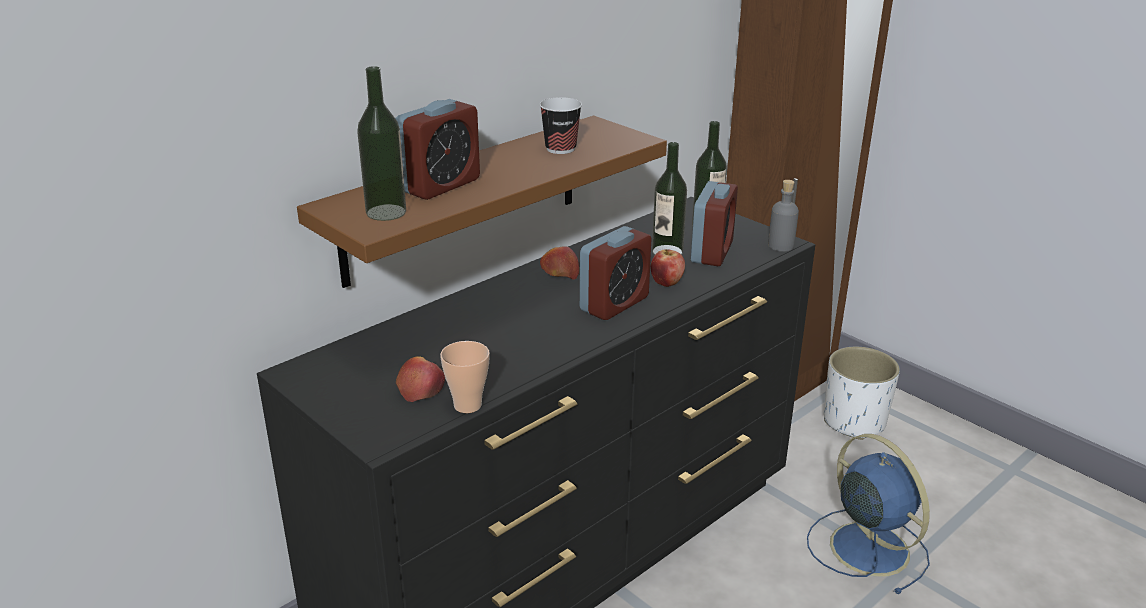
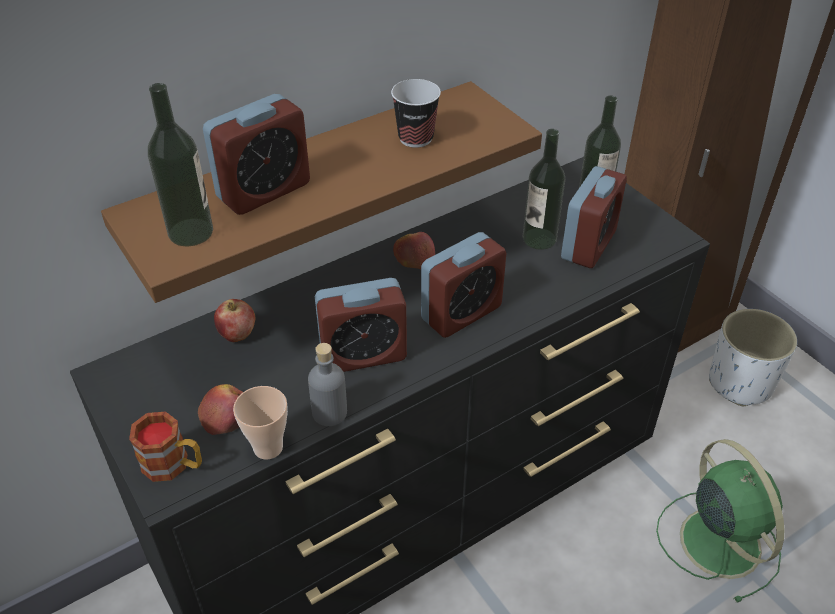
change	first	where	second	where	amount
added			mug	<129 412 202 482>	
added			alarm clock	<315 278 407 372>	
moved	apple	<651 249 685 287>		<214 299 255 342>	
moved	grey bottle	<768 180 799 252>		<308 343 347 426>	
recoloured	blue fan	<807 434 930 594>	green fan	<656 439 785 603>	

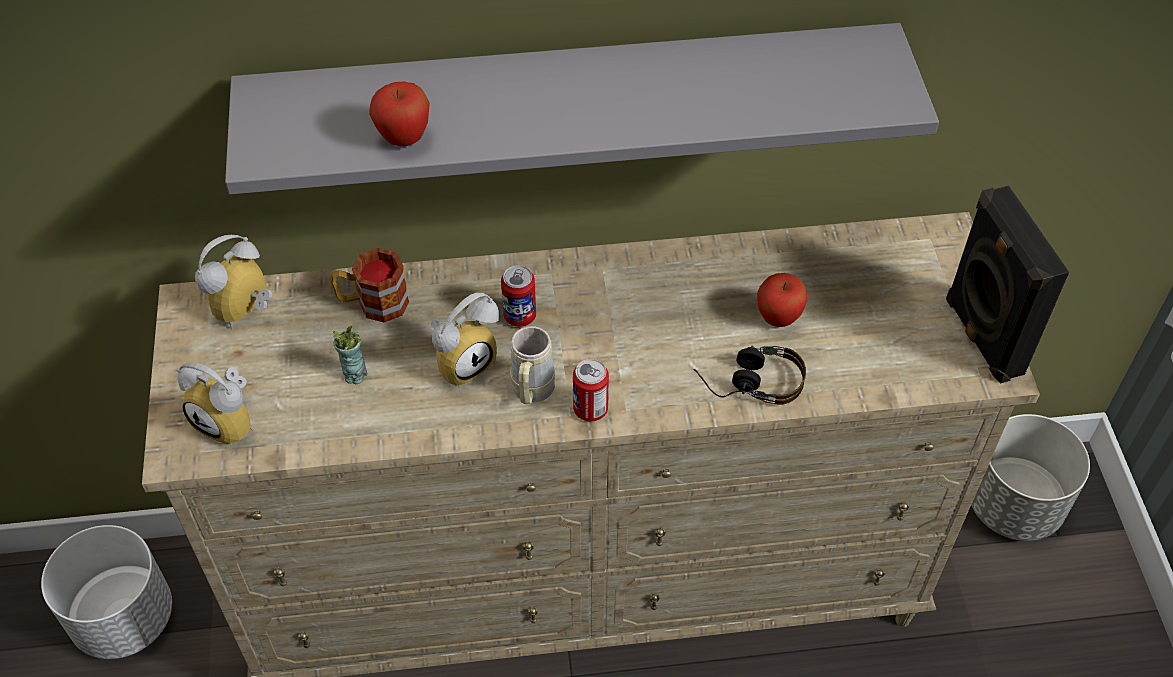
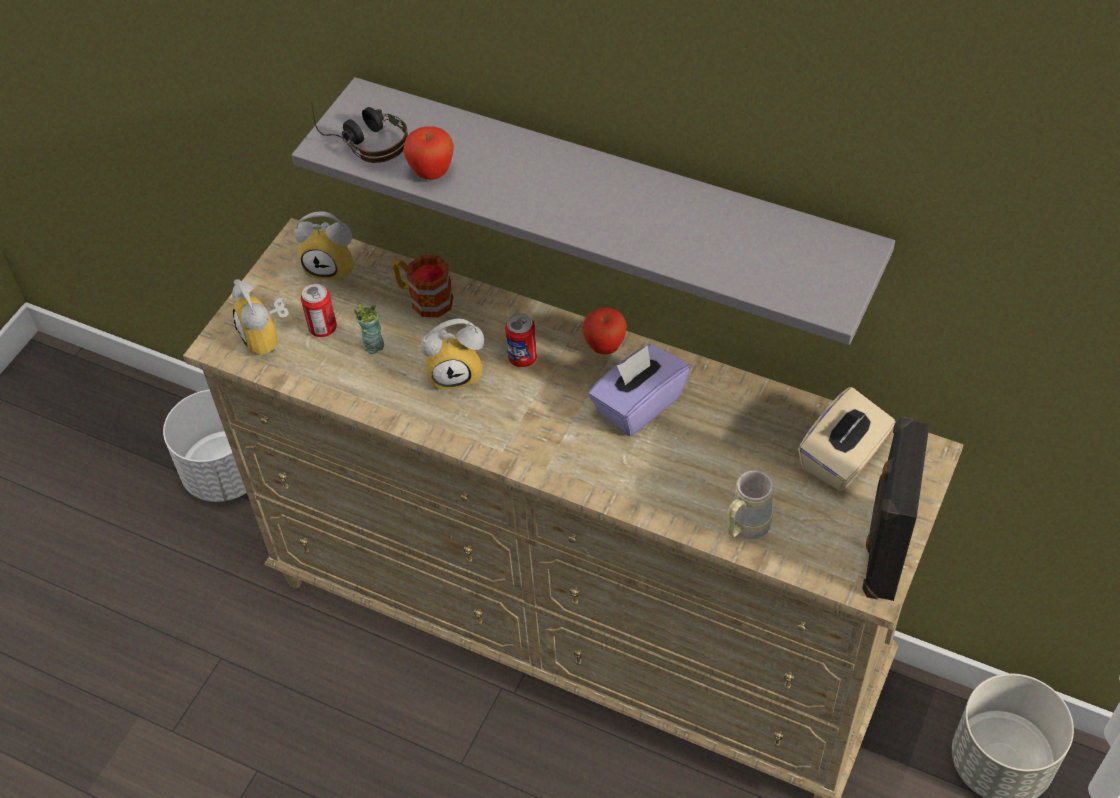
change	first	where	second	where	amount
added			purple tissue box	<588 344 690 436>	
added			beige tissue box	<798 387 895 491>	
moved	beige mug	<510 326 555 404>		<726 470 774 539>	
moved	can	<573 359 609 421>		<301 284 337 337>	
moved	headphones	<694 346 806 405>		<311 102 408 163>	
moved	apple	<757 273 807 327>		<582 307 627 354>	
turned	alarm clock	<195 235 272 330>		<294 211 354 281>	150 degrees counterclockwise

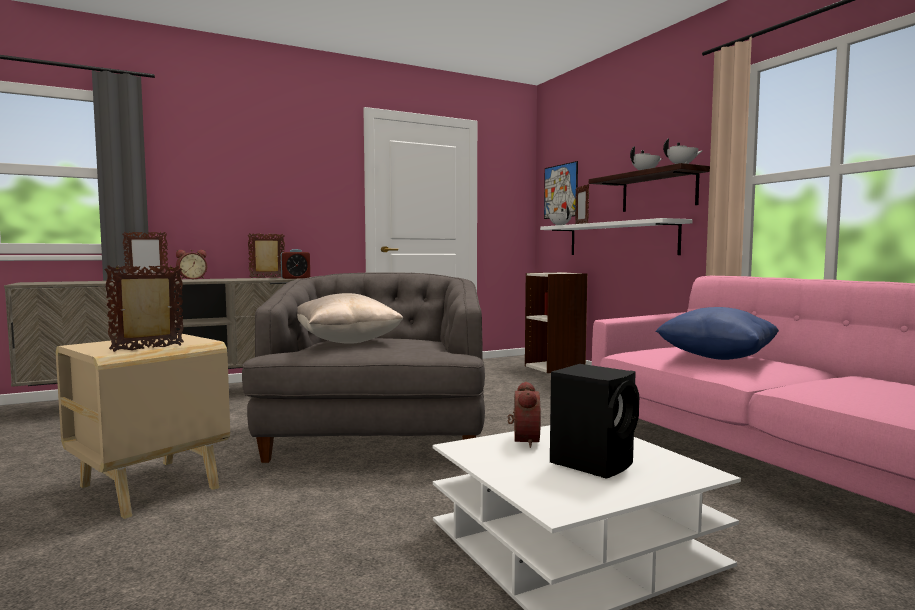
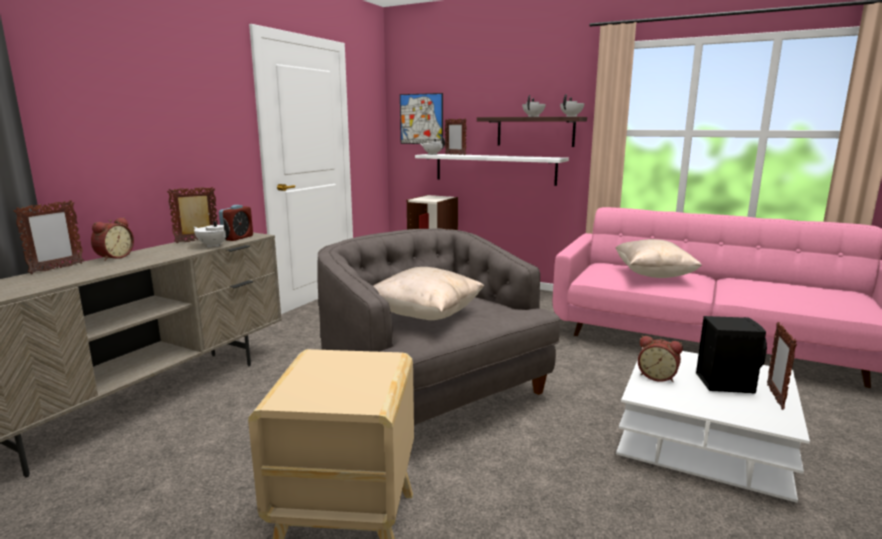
change	first	where	second	where	amount
added			white teapot	<194 218 230 247>	
moved	picture frame	<104 265 184 352>		<767 322 797 410>	
recoloured	blue pillow	<655 307 779 360>	beige pillow	<615 239 702 278>	
turned	alarm clock	<508 381 541 448>		<638 336 683 382>	150 degrees clockwise

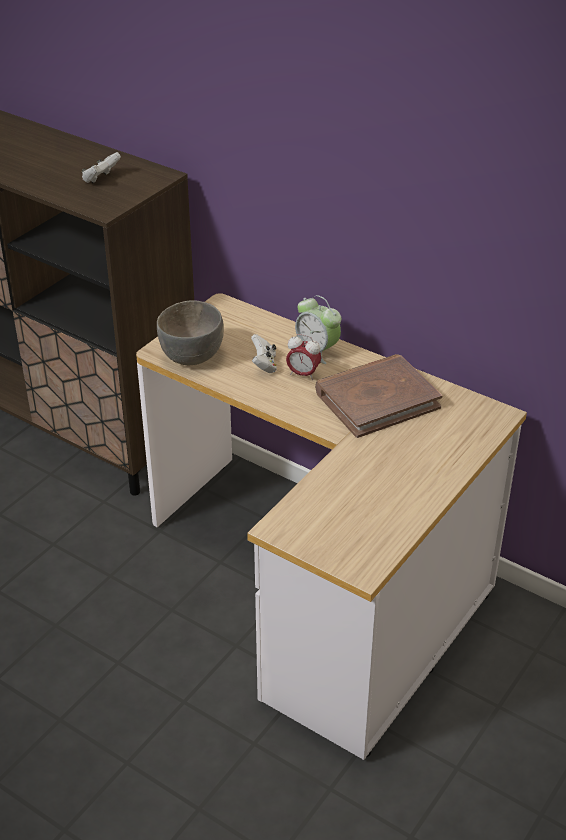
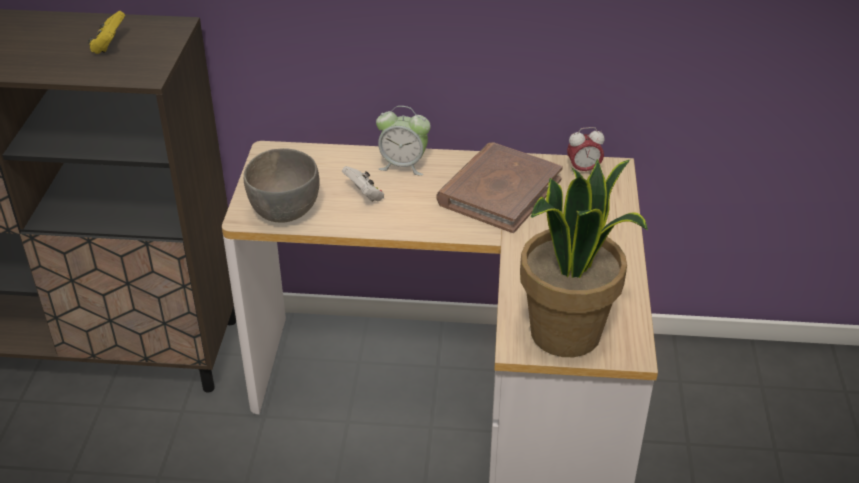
change	first	where	second	where	amount
added			potted plant	<520 159 648 357>	
moved	alarm clock	<286 334 321 380>		<567 127 604 174>	
recoloured	white game controller	<81 152 121 183>	yellow game controller	<88 11 125 54>	

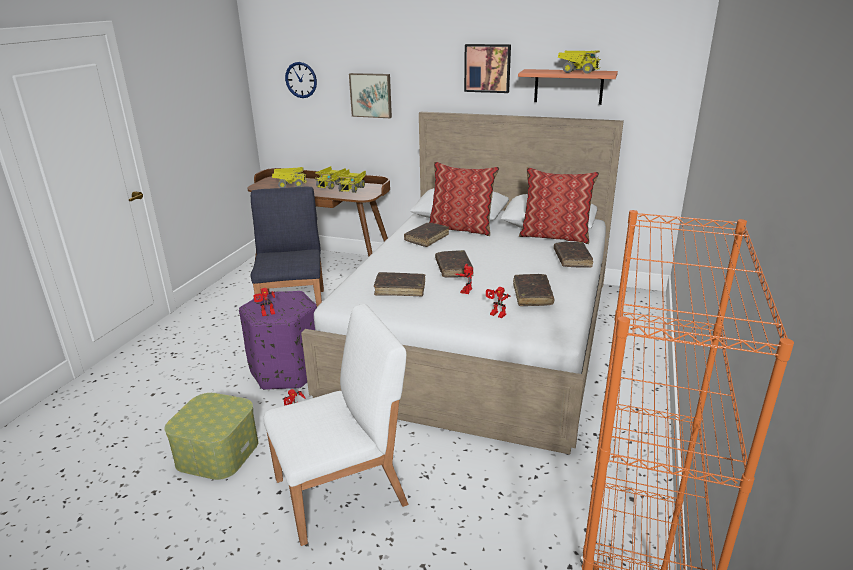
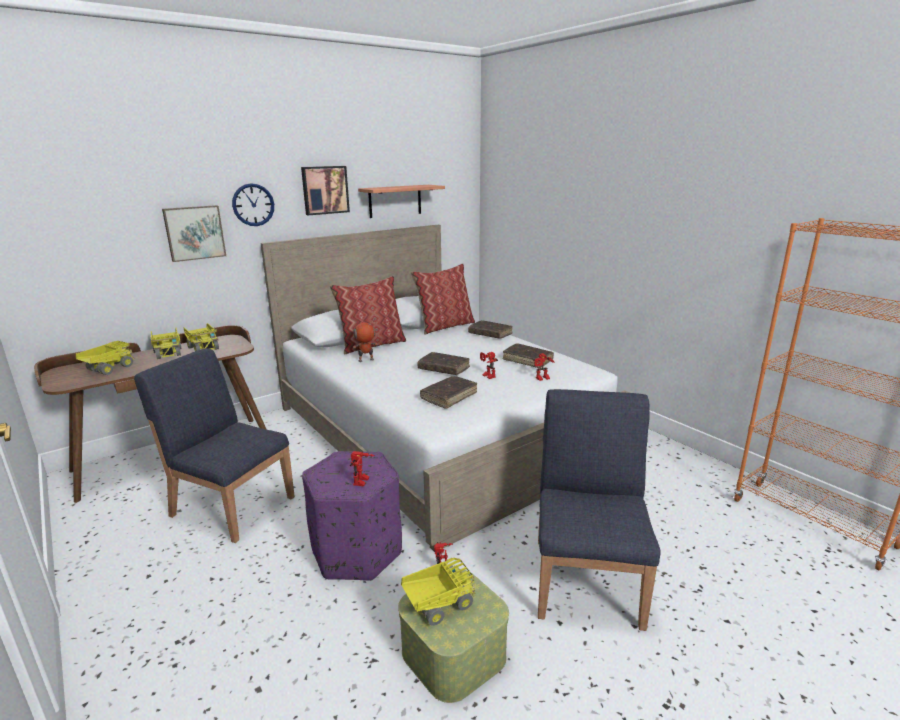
change	first	where	second	where	amount
moved	wall clock	<285 62 317 98>		<232 183 274 226>	
moved	toy truck	<558 50 601 74>		<401 558 475 626>	
replaced	brown book	<404 223 449 247>	toy robot	<353 320 378 362>	
recoloured	white chair	<264 304 408 546>	blue chair	<538 389 661 631>	

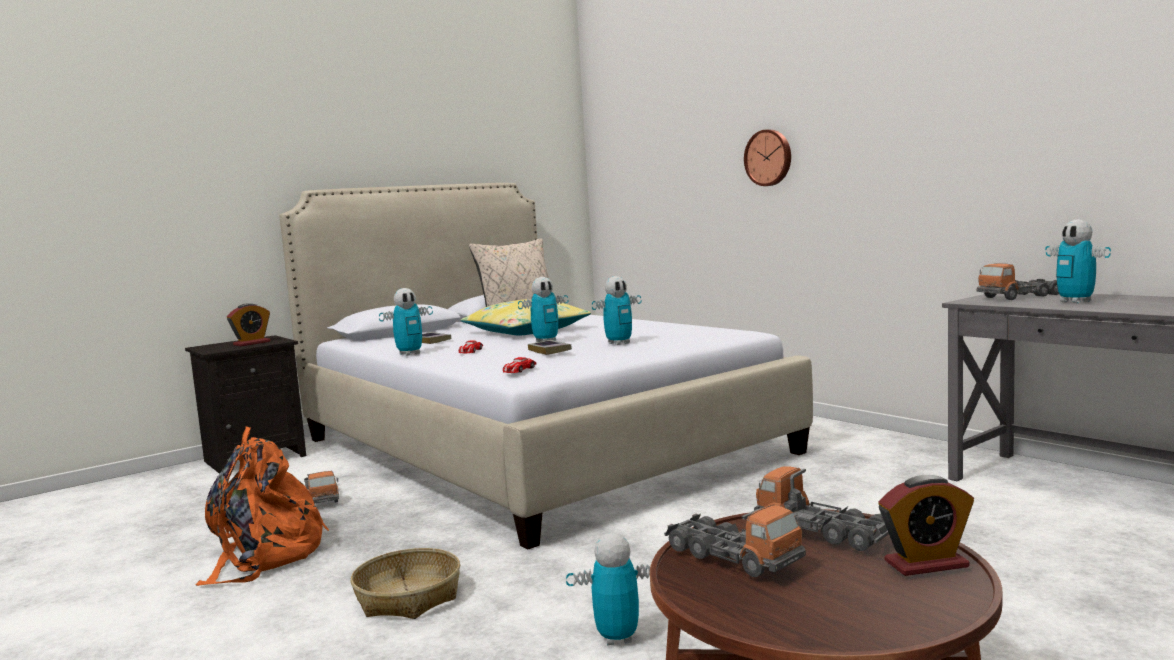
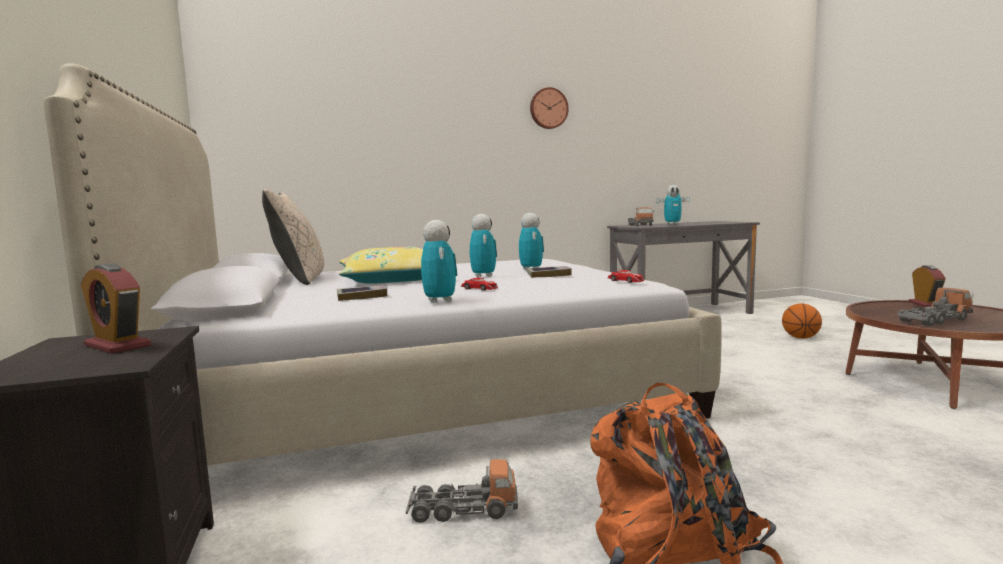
change	first	where	second	where	amount
removed	basket	<351 548 460 619>			
removed	toy robot	<566 533 650 645>			
removed	toy truck	<754 466 889 551>			
added			basketball	<782 303 822 339>	
moved	wall clock	<744 130 791 186>		<530 87 569 129>	
turned	alarm clock	<227 303 270 346>		<81 263 151 354>	150 degrees clockwise

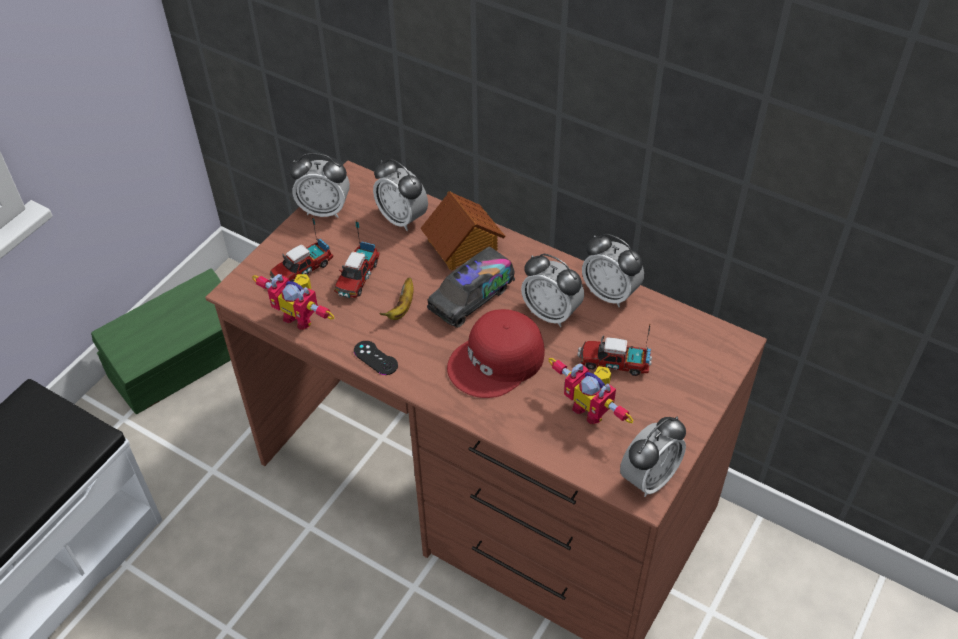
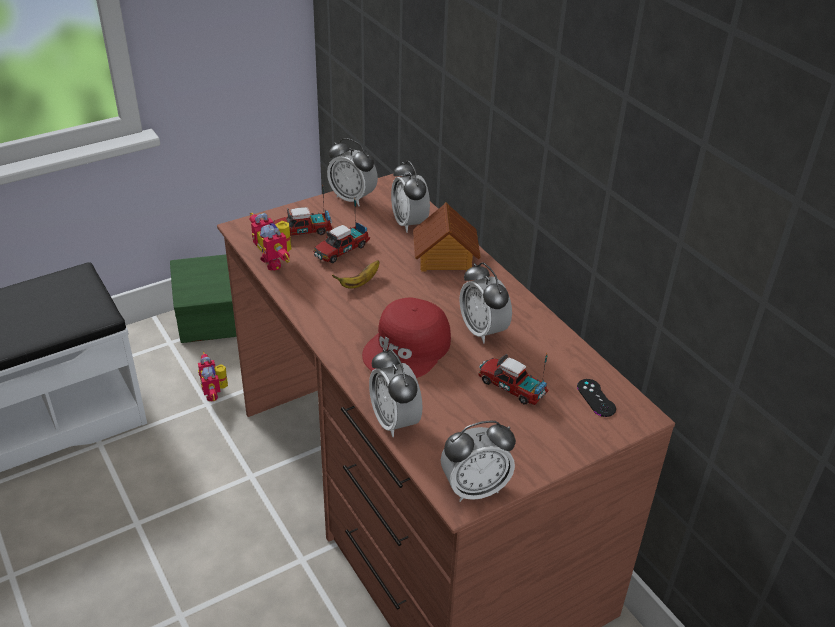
change	first	where	second	where	amount
removed	toy truck	<427 247 515 328>			
moved	black game controller	<354 341 398 375>		<577 379 616 417>	
moved	toy robot	<548 358 634 424>		<198 352 228 401>	
moved	alarm clock	<582 234 644 307>		<369 349 423 437>	
turned	red cap	<447 309 545 398>		<362 297 451 378>	45 degrees counterclockwise

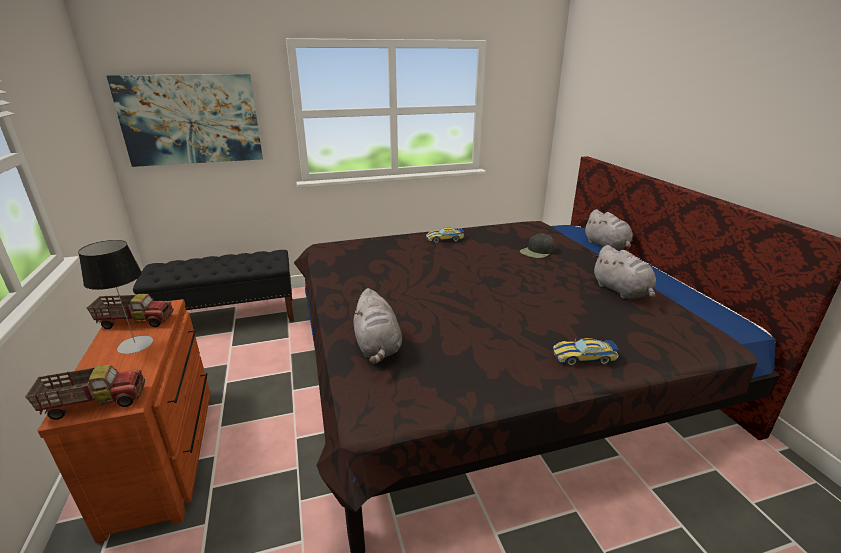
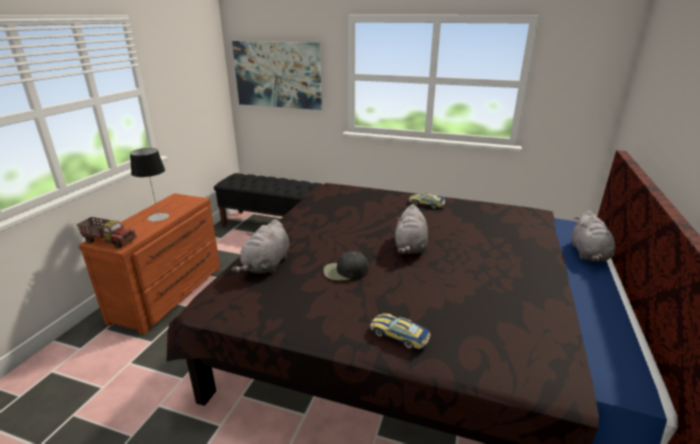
change	first	where	second	where	amount
removed	toy truck	<87 294 174 329>			
moved	black cap	<520 234 555 258>		<323 251 369 280>	
moved	grey plush toy	<593 245 656 299>		<395 204 428 254>	

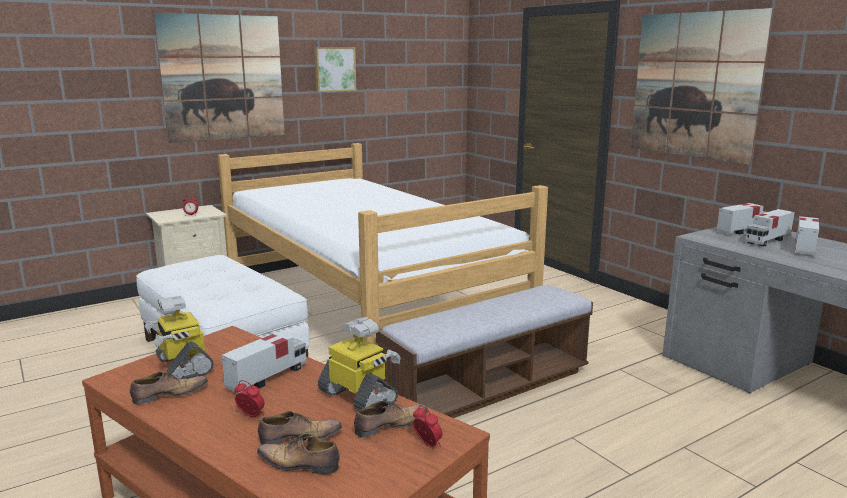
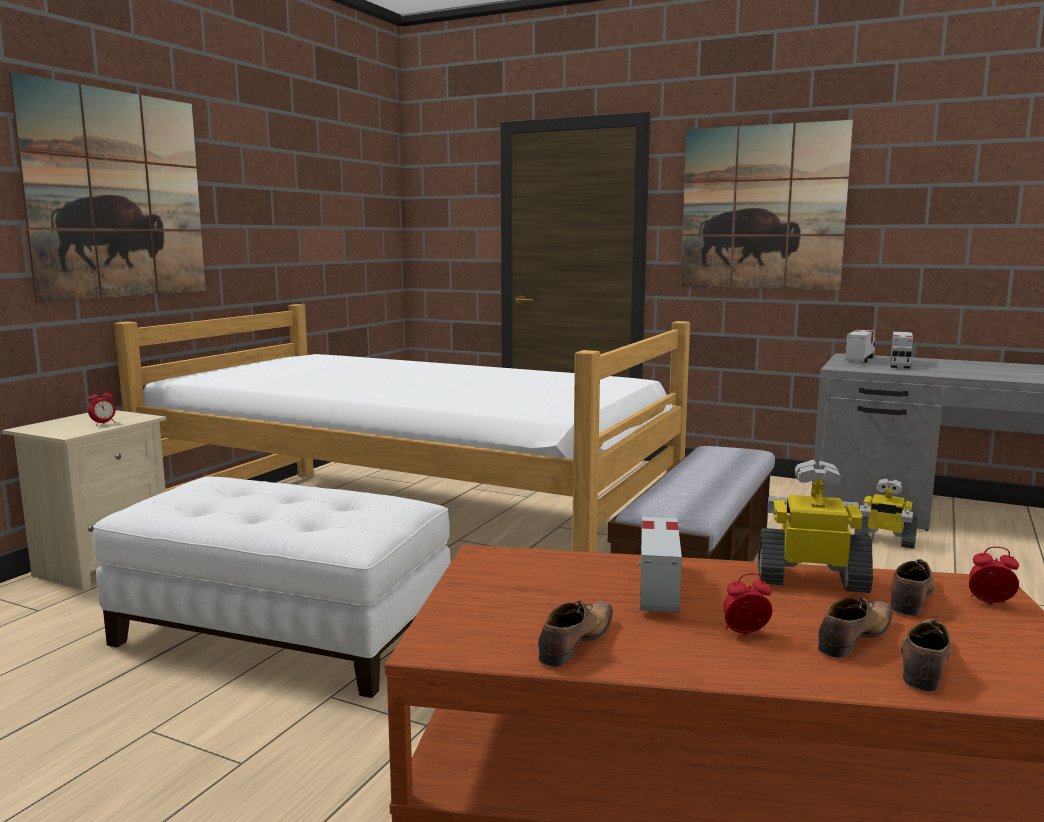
change	first	where	second	where	amount
removed	picture	<314 47 356 92>			
removed	toy truck	<795 216 819 255>			
moved	toy robot	<144 296 213 379>		<854 478 918 549>	
turned	shoe	<257 433 340 475>		<901 619 950 691>	135 degrees clockwise

